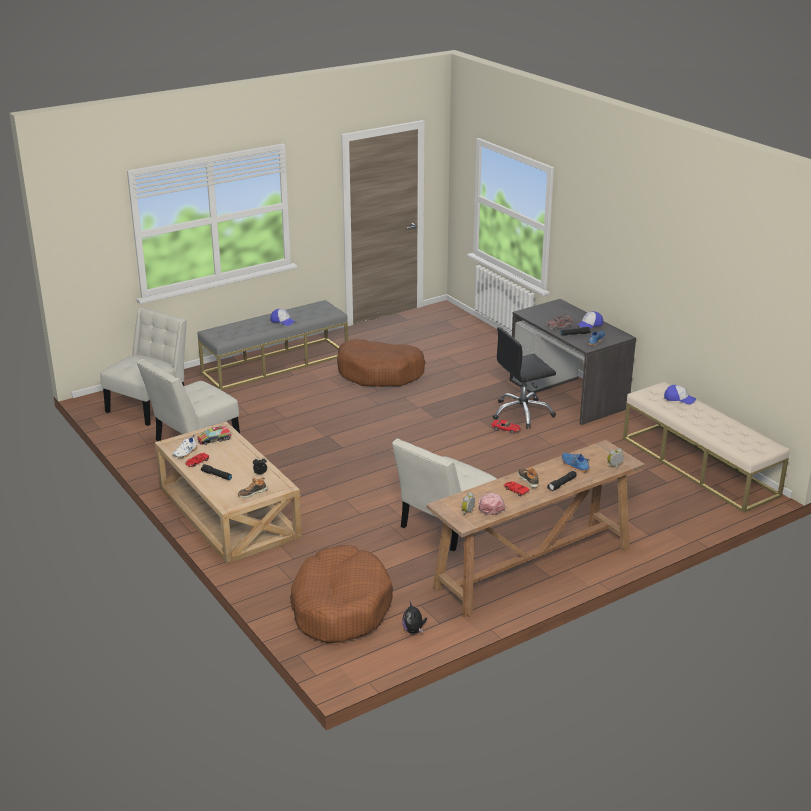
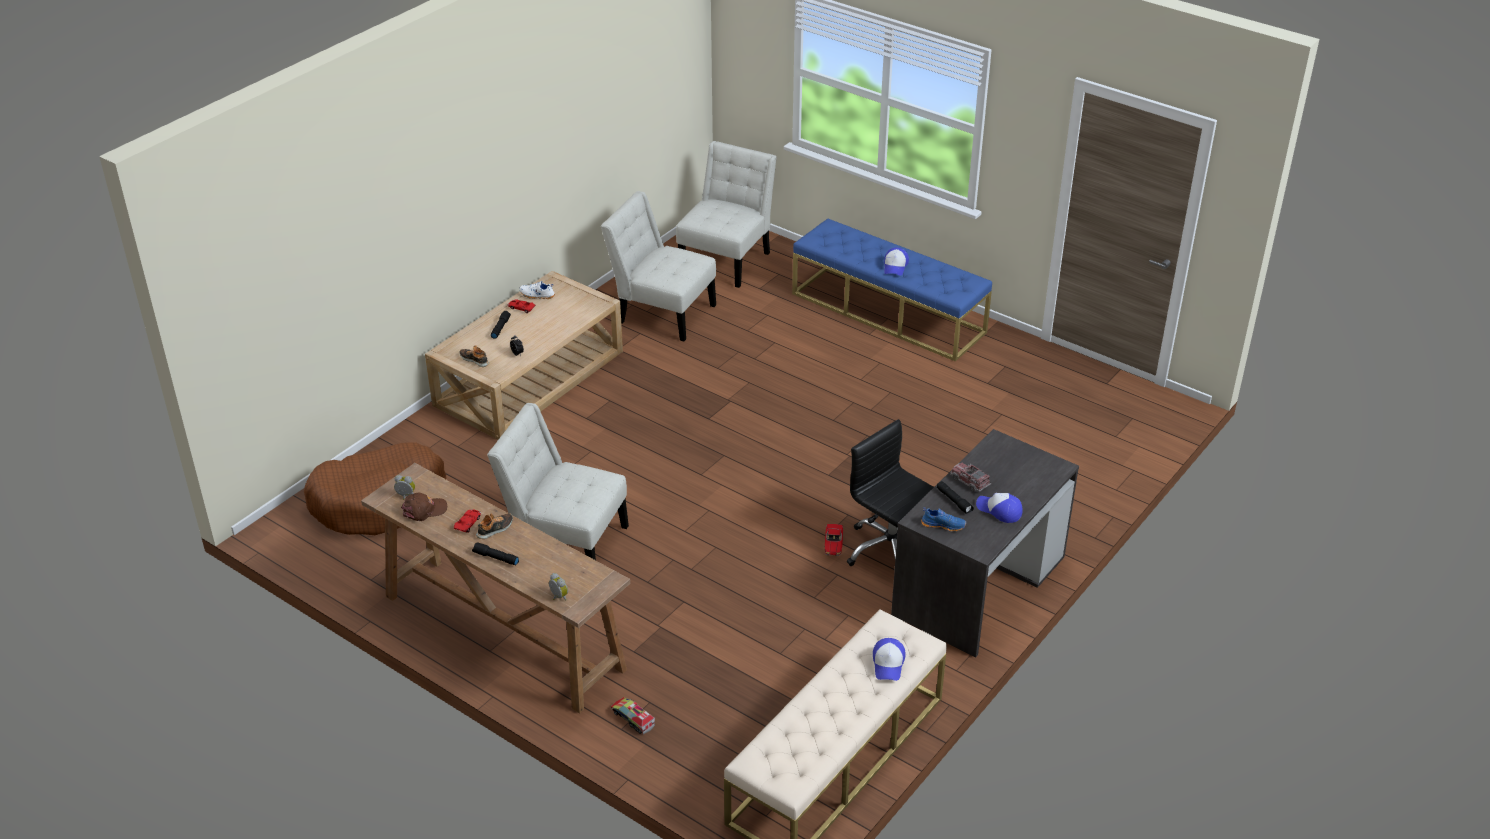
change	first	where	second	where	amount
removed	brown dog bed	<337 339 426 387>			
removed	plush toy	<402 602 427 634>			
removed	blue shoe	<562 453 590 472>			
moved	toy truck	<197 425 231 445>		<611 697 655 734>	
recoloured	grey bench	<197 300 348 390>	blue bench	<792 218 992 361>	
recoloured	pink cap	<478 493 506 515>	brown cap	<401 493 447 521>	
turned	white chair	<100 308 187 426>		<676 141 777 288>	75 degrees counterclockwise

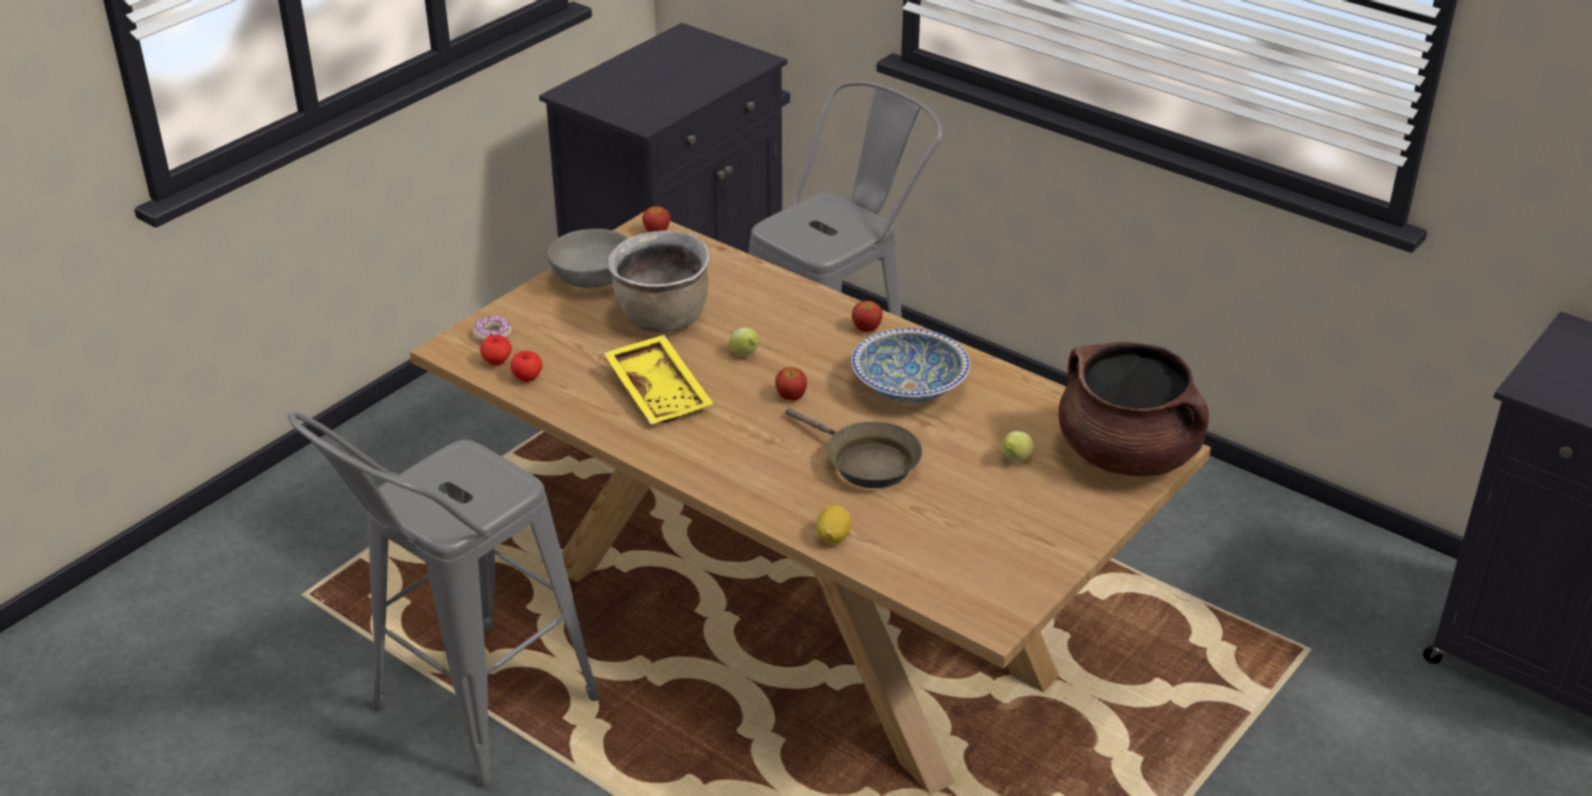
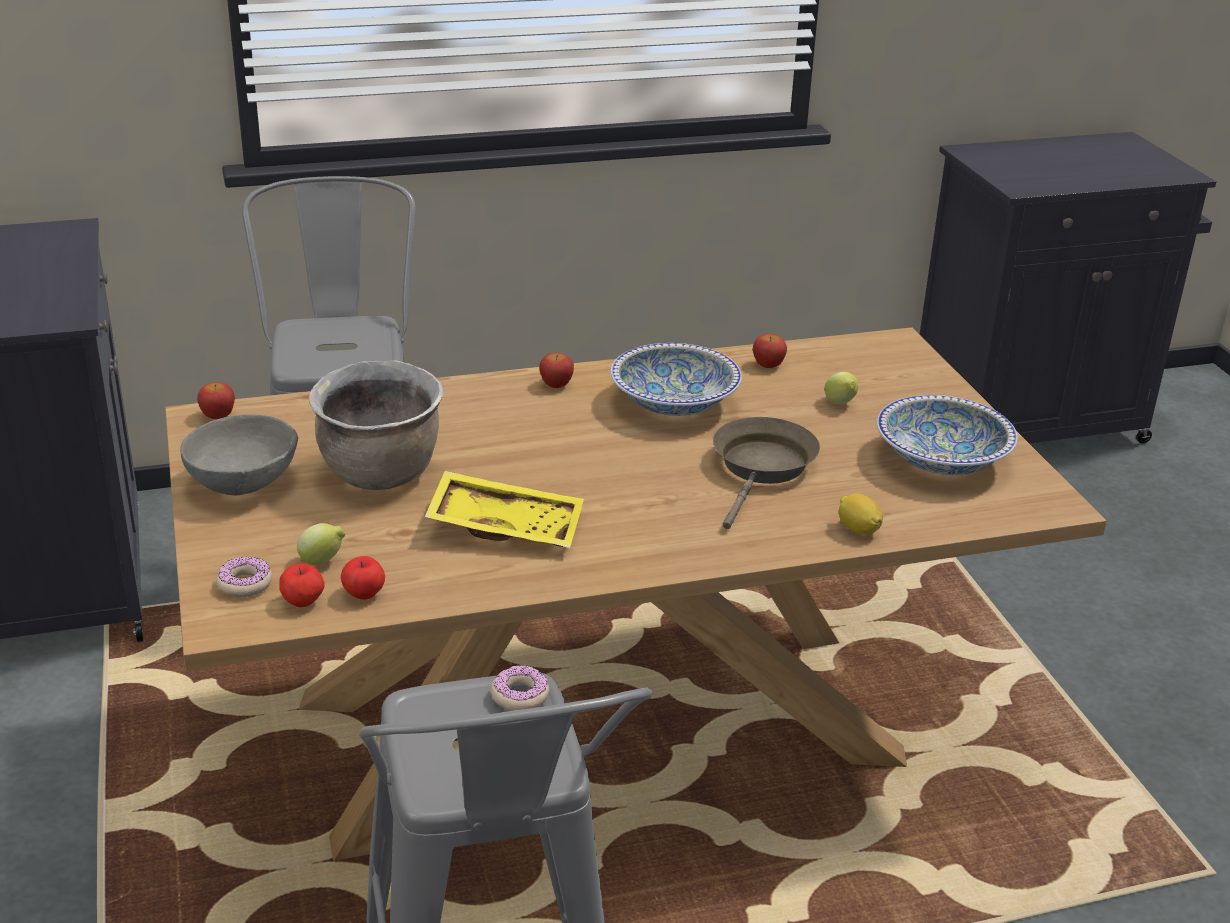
change	first	where	second	where	amount
removed	brown cooking pot	<1059 342 1209 476>			
added			donut	<490 665 549 711>	
added			bowl	<877 395 1018 475>	
moved	lemon	<729 328 759 356>		<297 523 345 566>	
moved	apple	<775 367 807 400>		<753 334 787 368>	
turned	brown frying pan	<785 408 922 488>		<713 417 820 529>	60 degrees counterclockwise

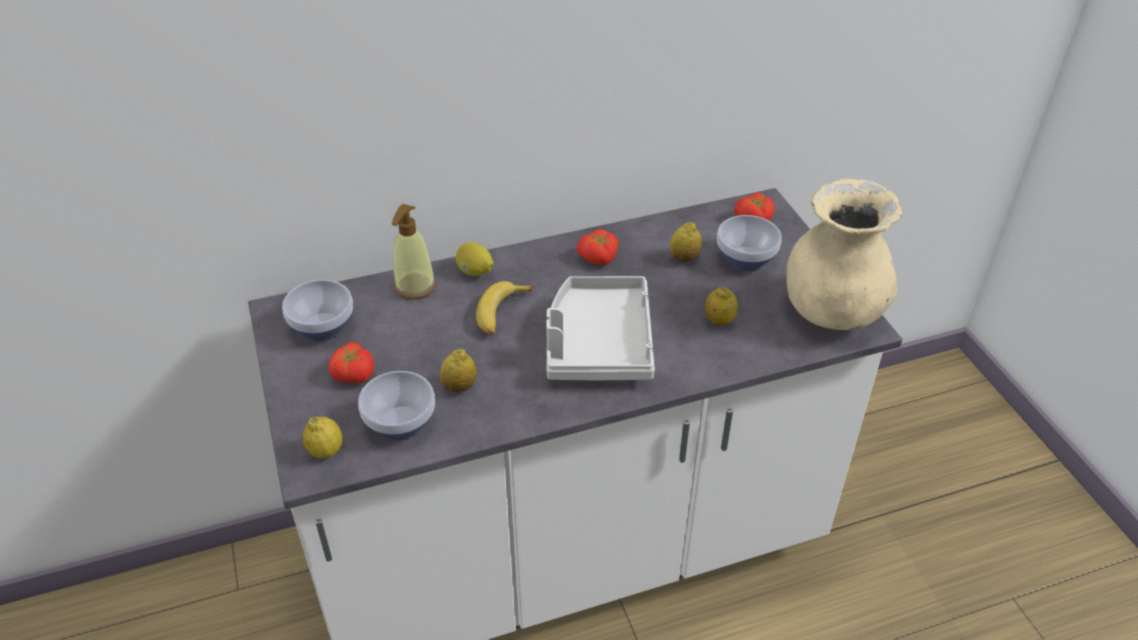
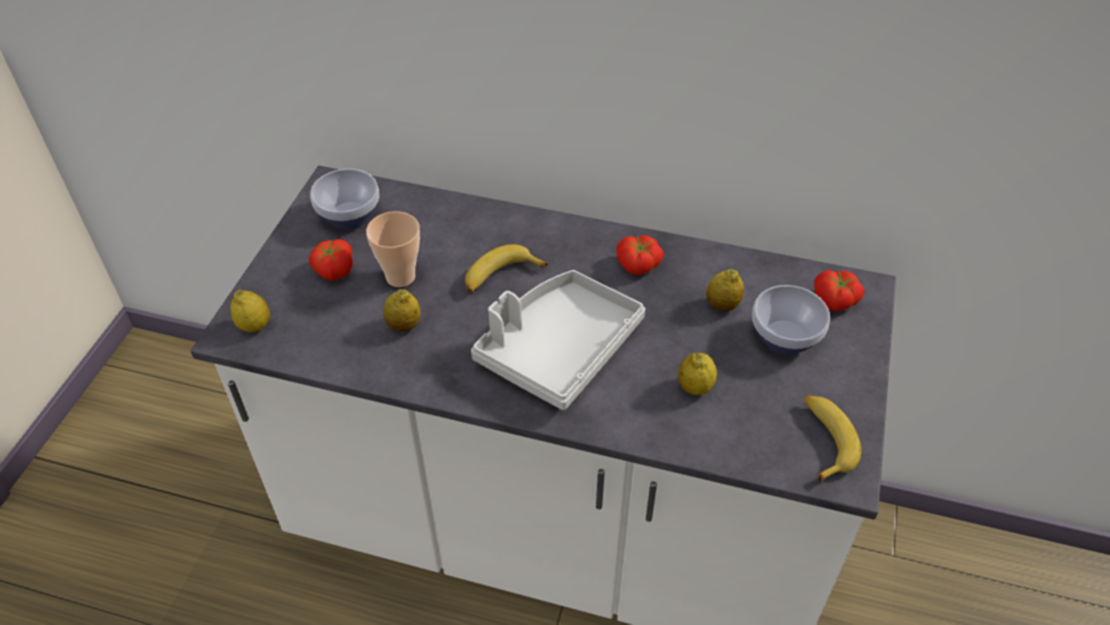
change	first	where	second	where	amount
removed	bowl	<358 371 435 440>			
removed	soap dispenser	<392 204 436 300>			
removed	lemon	<456 242 494 276>			
added			cup	<366 211 420 287>	
replaced	beige vase	<787 178 902 330>	banana	<804 395 861 482>	

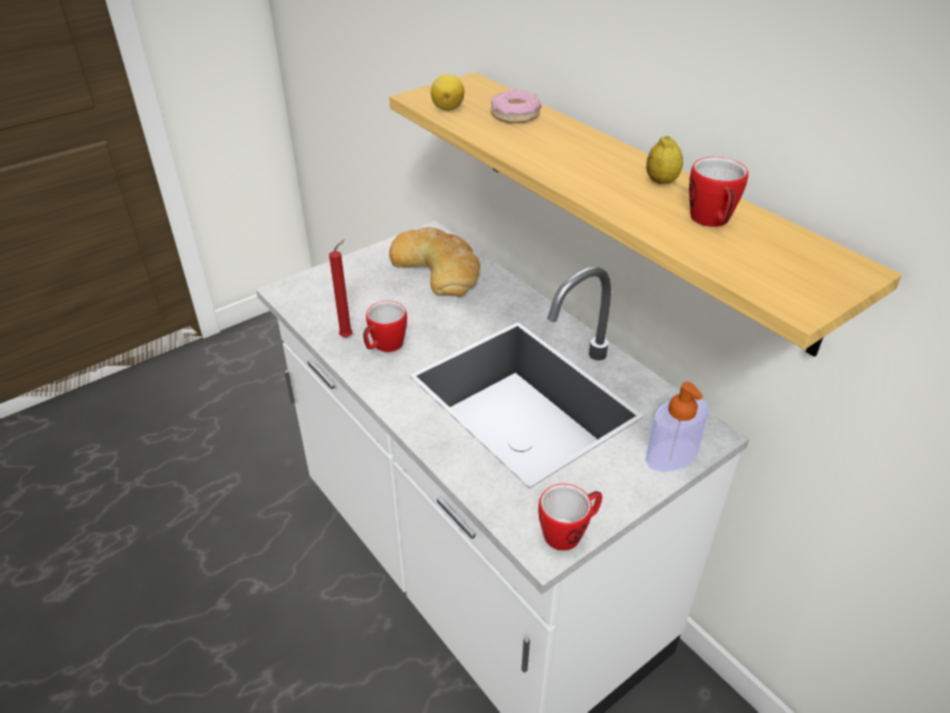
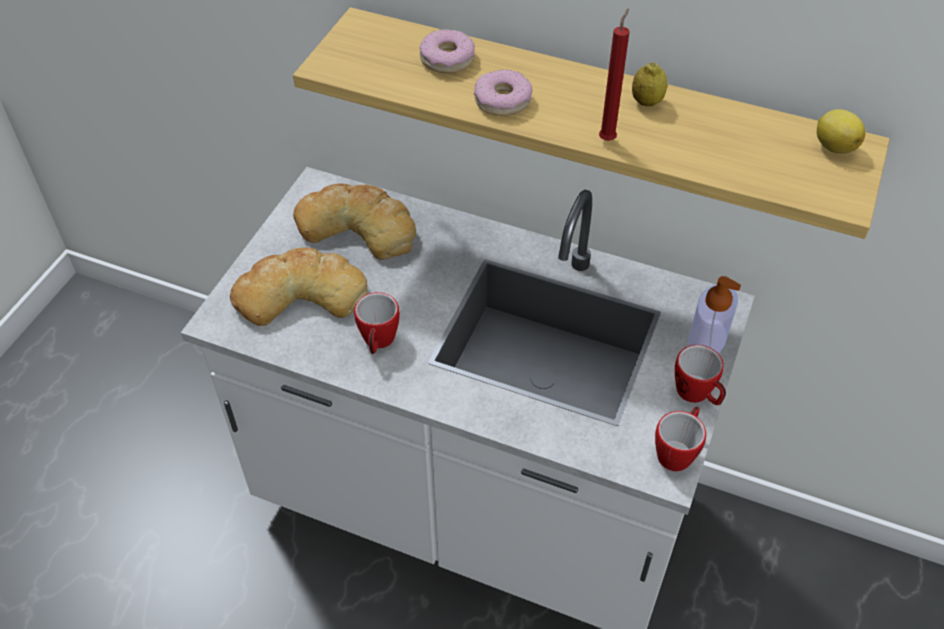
change	first	where	second	where	amount
added			bread	<230 248 368 326>	
added			donut	<474 69 532 116>	
moved	red candle	<329 240 353 337>		<599 8 630 141>	
moved	lemon	<431 74 464 111>		<817 109 866 154>	
moved	mug	<689 157 748 227>		<675 345 726 405>	

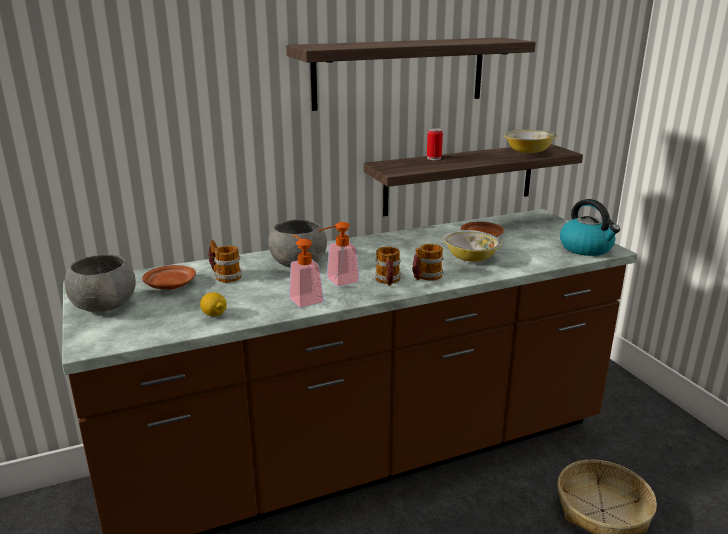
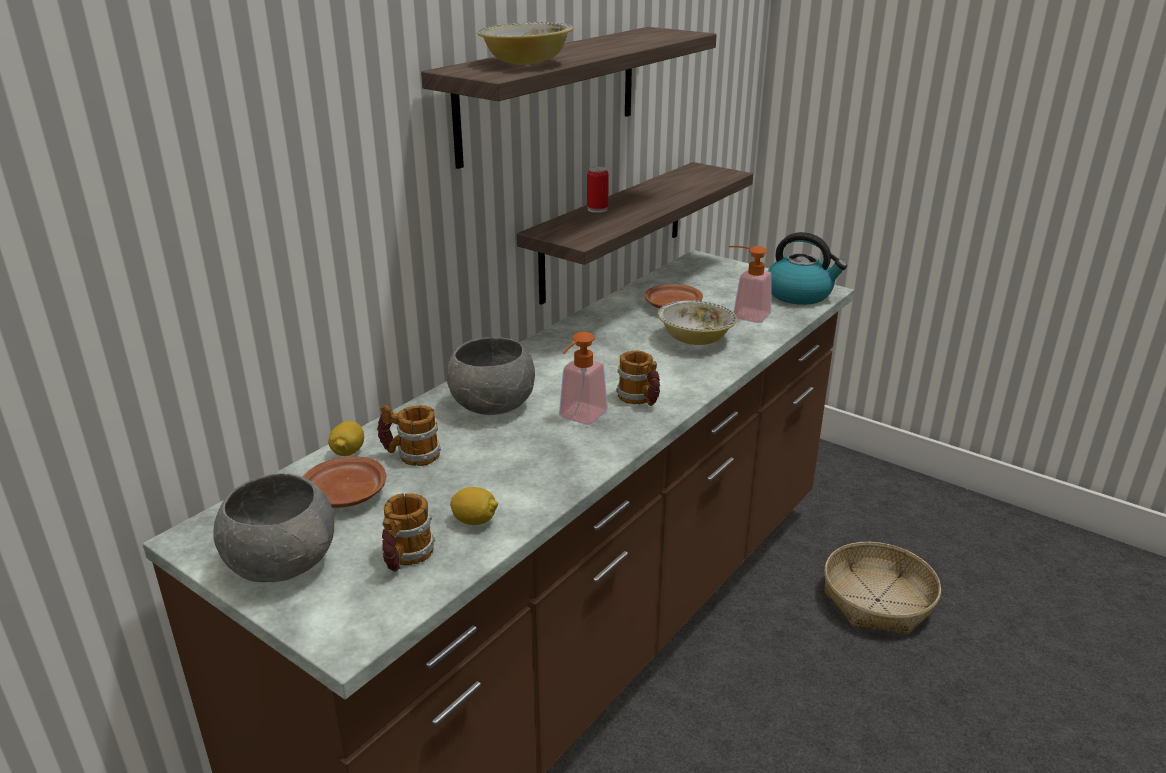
change	first	where	second	where	amount
added			lemon	<328 421 364 456>	
moved	soap dispenser	<289 235 324 308>		<729 246 772 323>	
moved	mug	<412 243 444 281>		<382 493 435 572>	
moved	bowl	<504 130 557 153>		<477 22 573 65>	

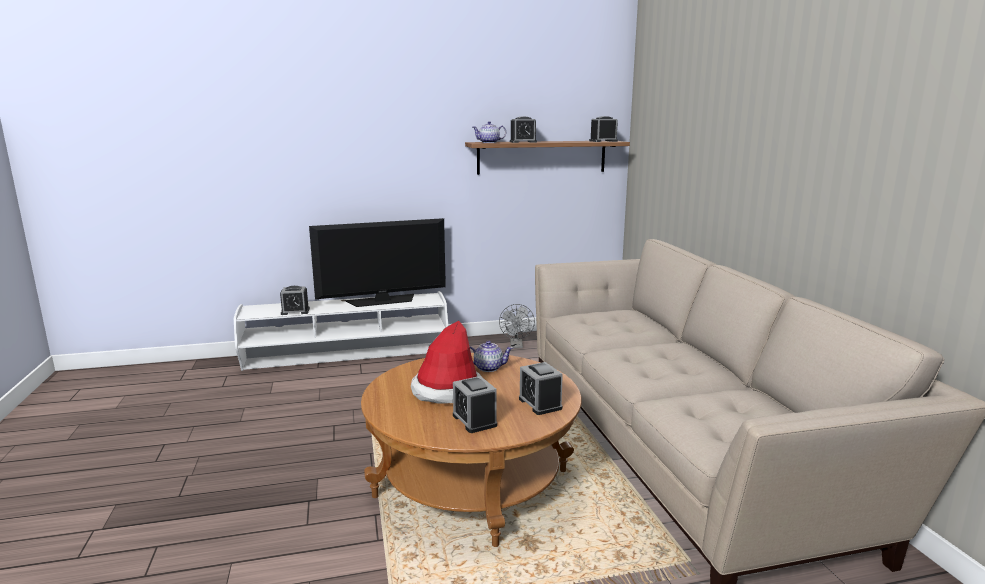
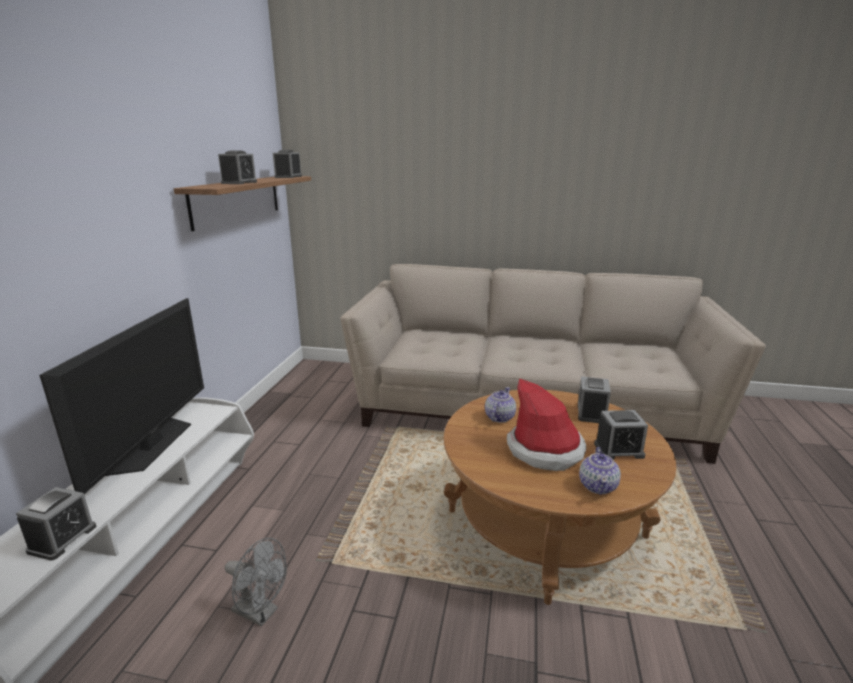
change	first	where	second	where	amount
moved	teapot	<473 121 506 143>		<579 447 621 495>	
moved	grey fan	<499 304 535 348>		<225 538 287 626>	
turned	alarm clock	<519 362 563 415>		<578 376 611 423>	105 degrees clockwise

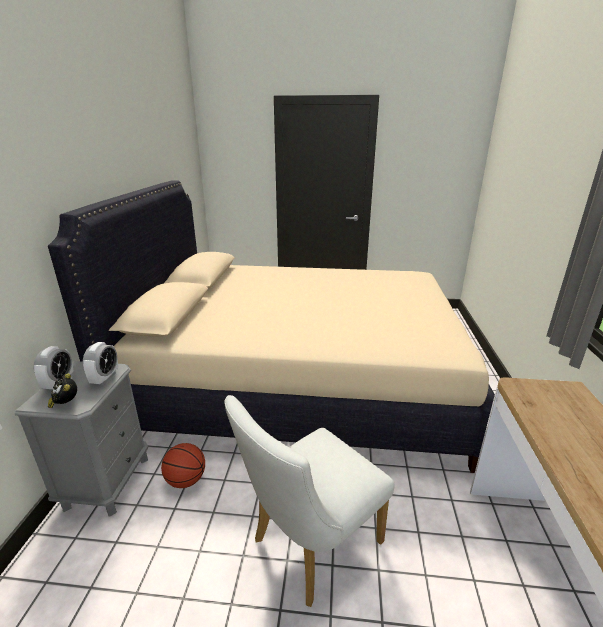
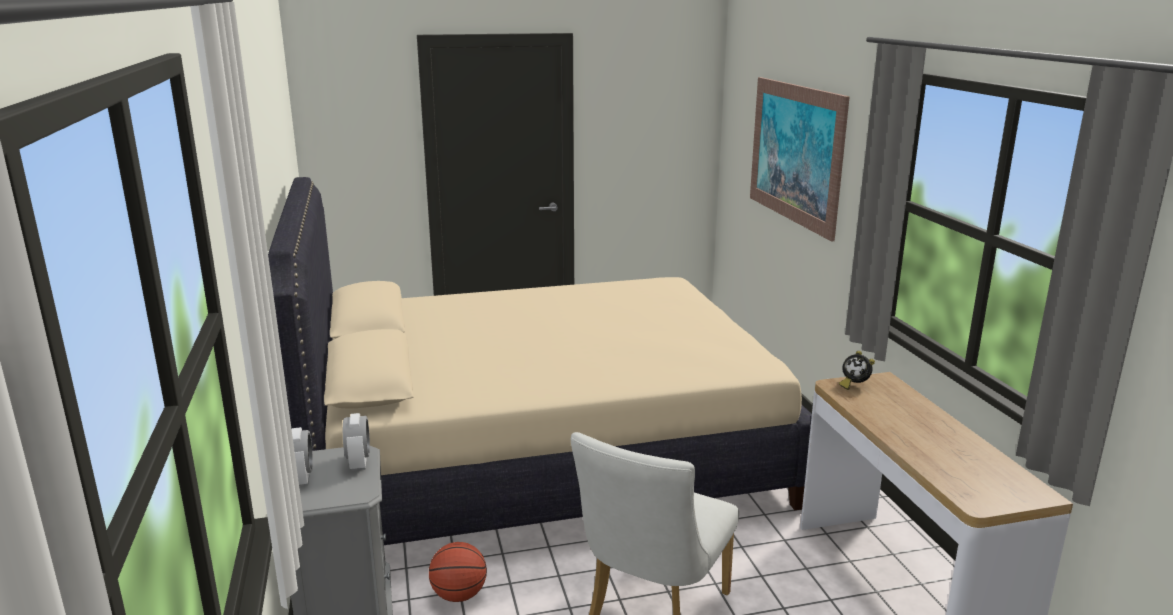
change	first	where	second	where	amount
added			picture	<750 77 850 241>	
moved	alarm clock	<48 373 77 408>		<839 351 875 390>	

